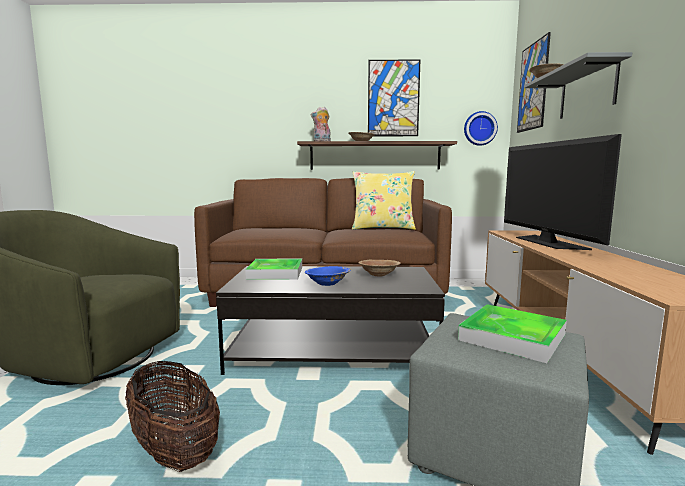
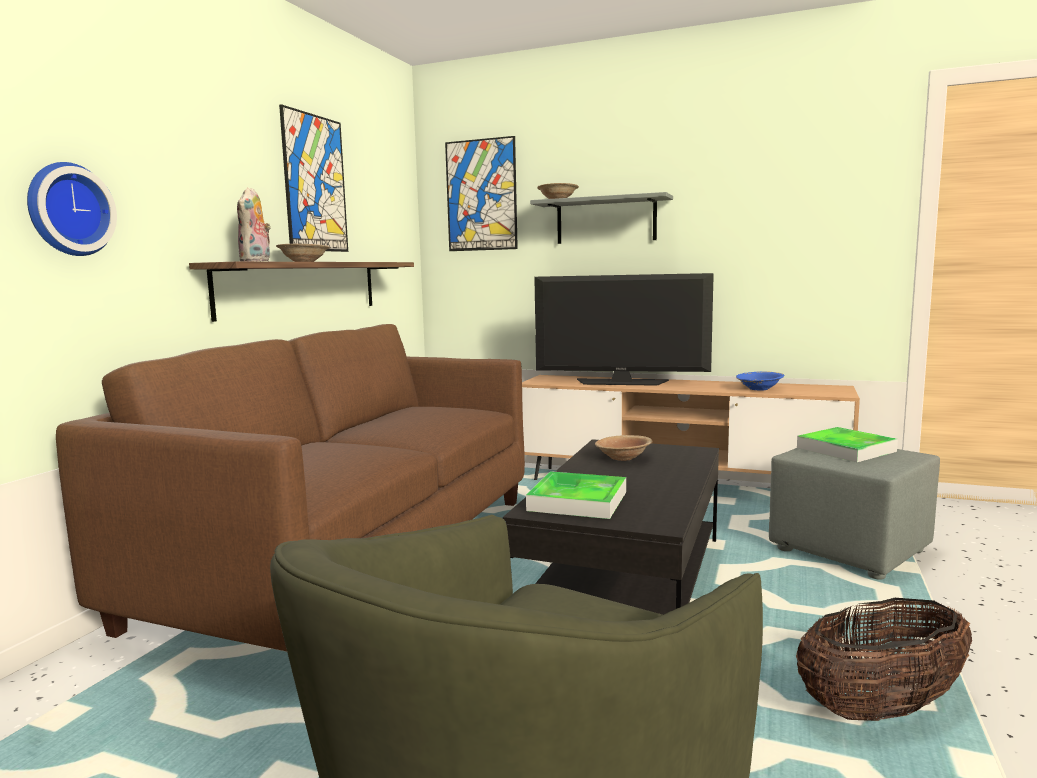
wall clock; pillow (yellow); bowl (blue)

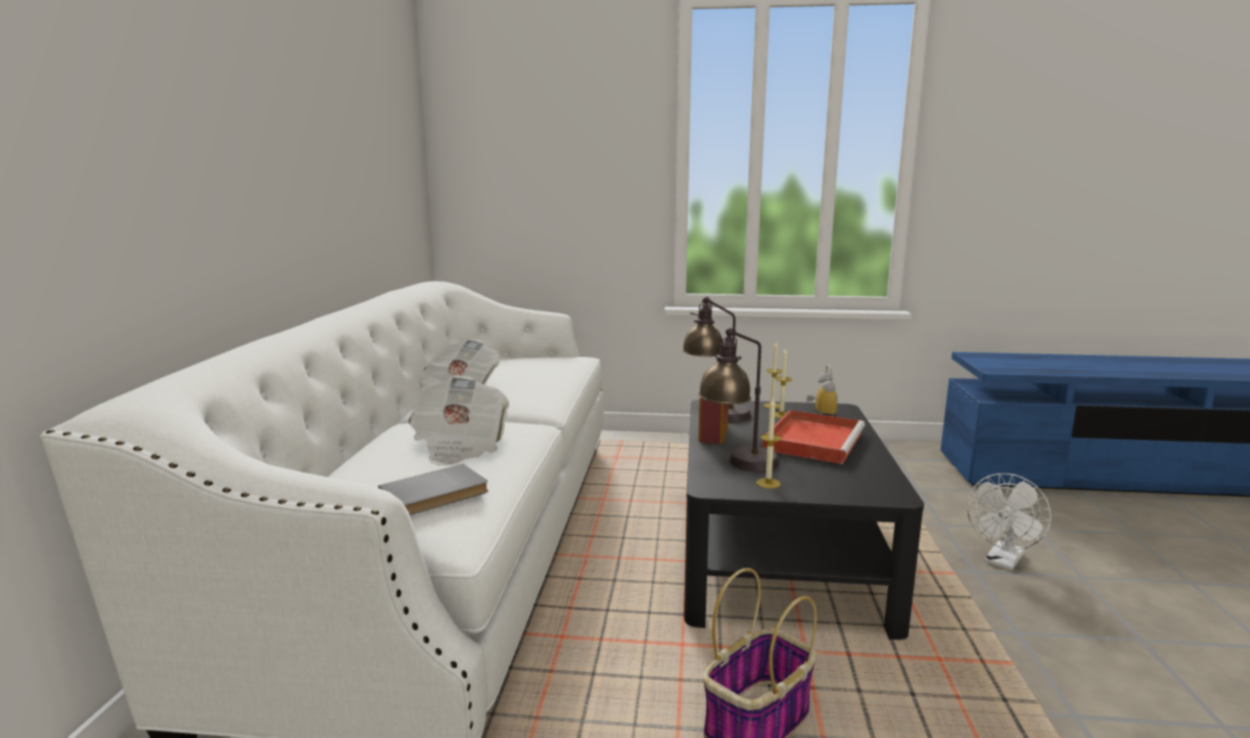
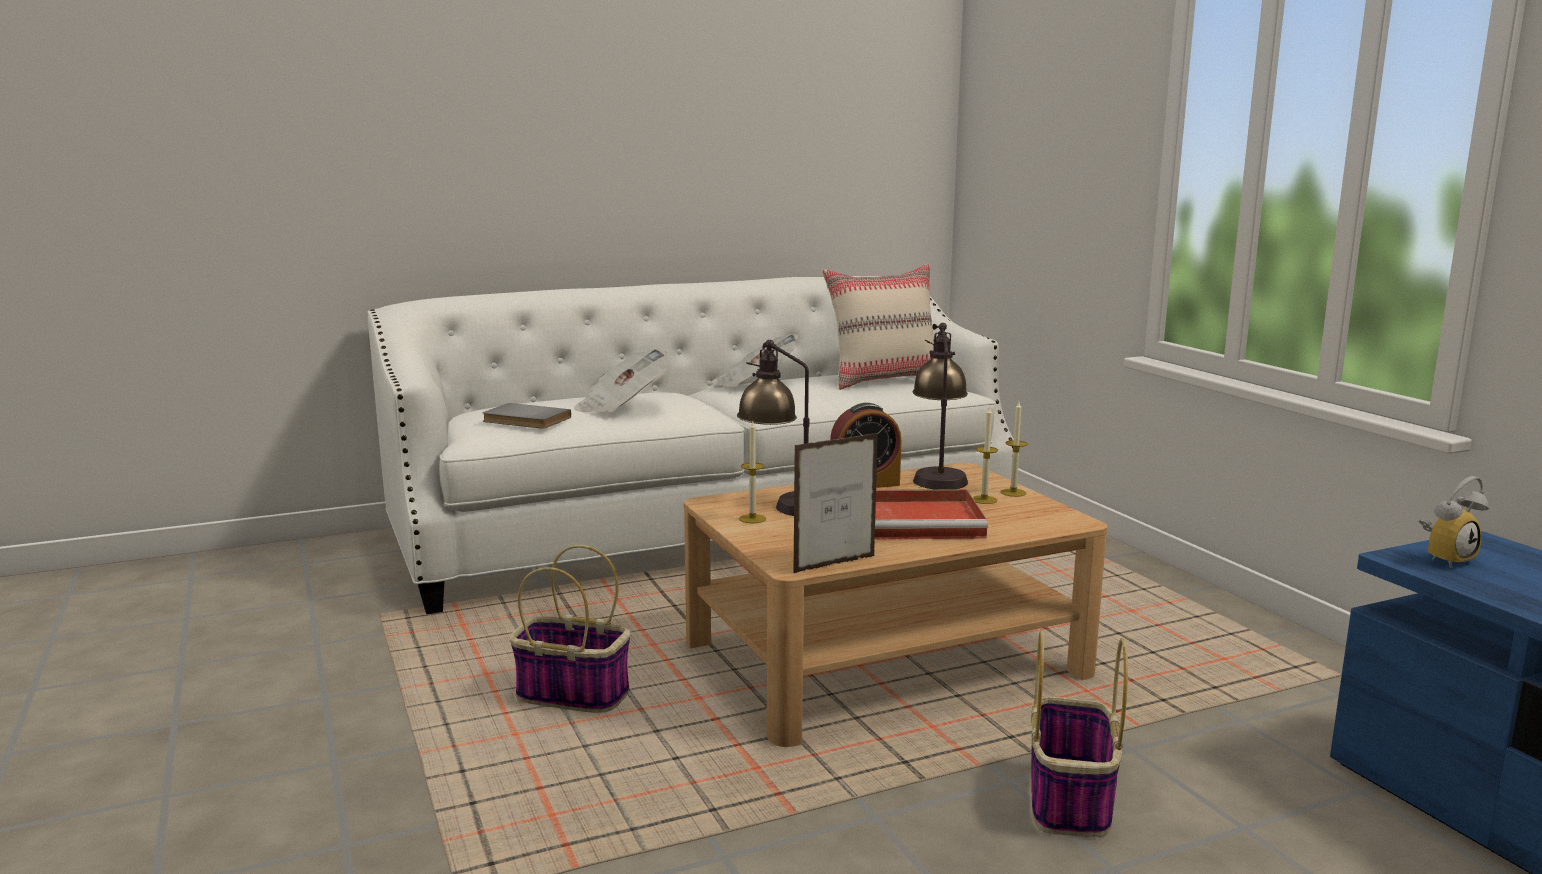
alarm clock (no. 2 from left); coffee table (beige); basket (no. 2 from left); pillow (beige); picture frame

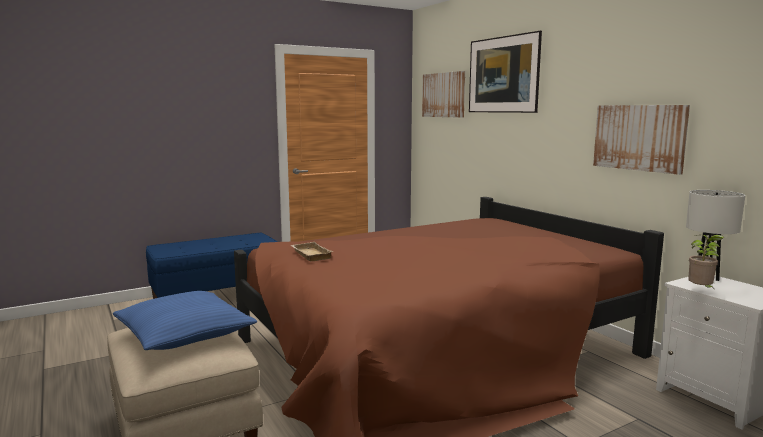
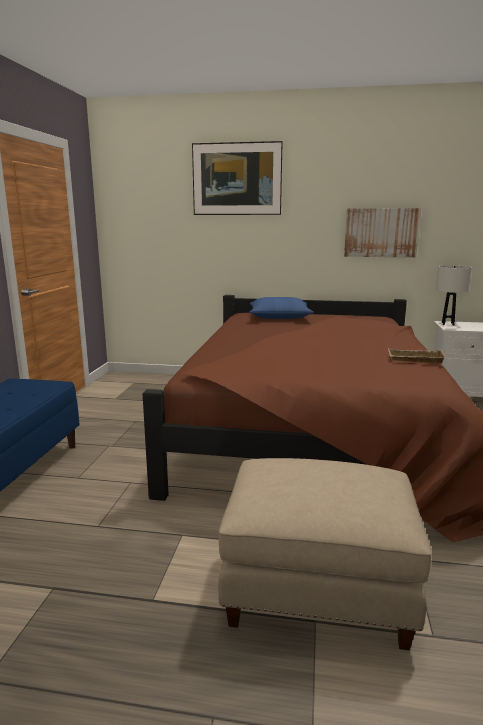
picture (no. 1 from left in the first image); potted plant; tray (beige); pillow (blue)

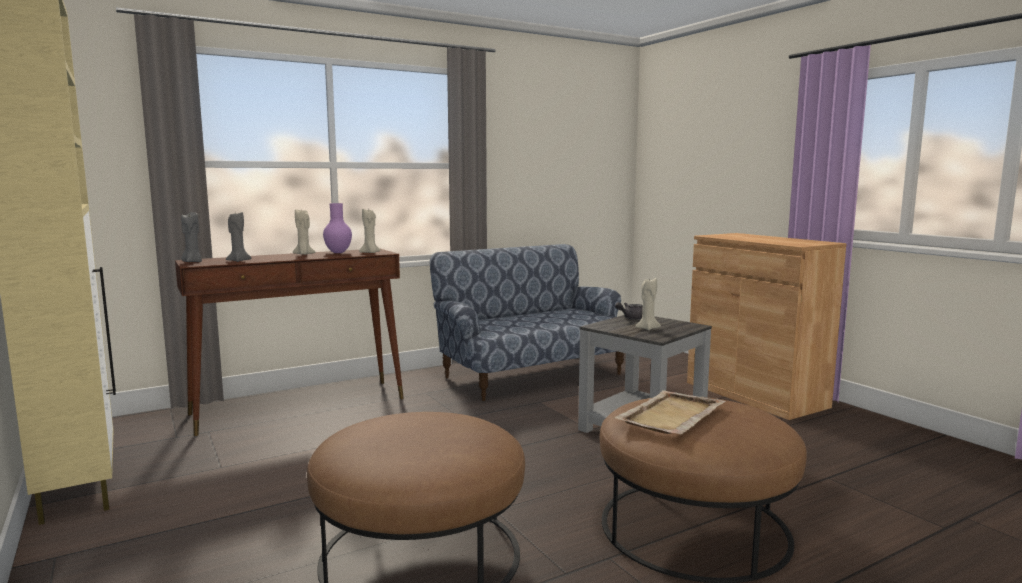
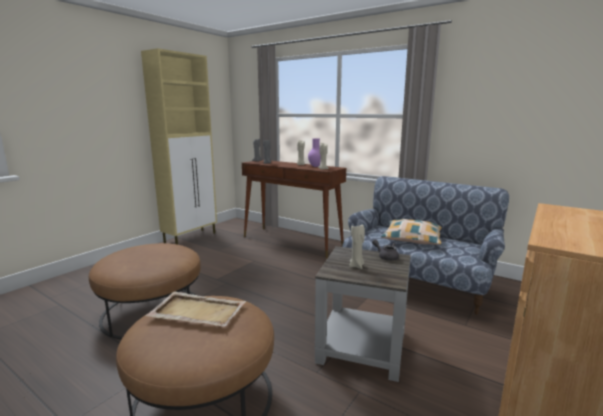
pillow

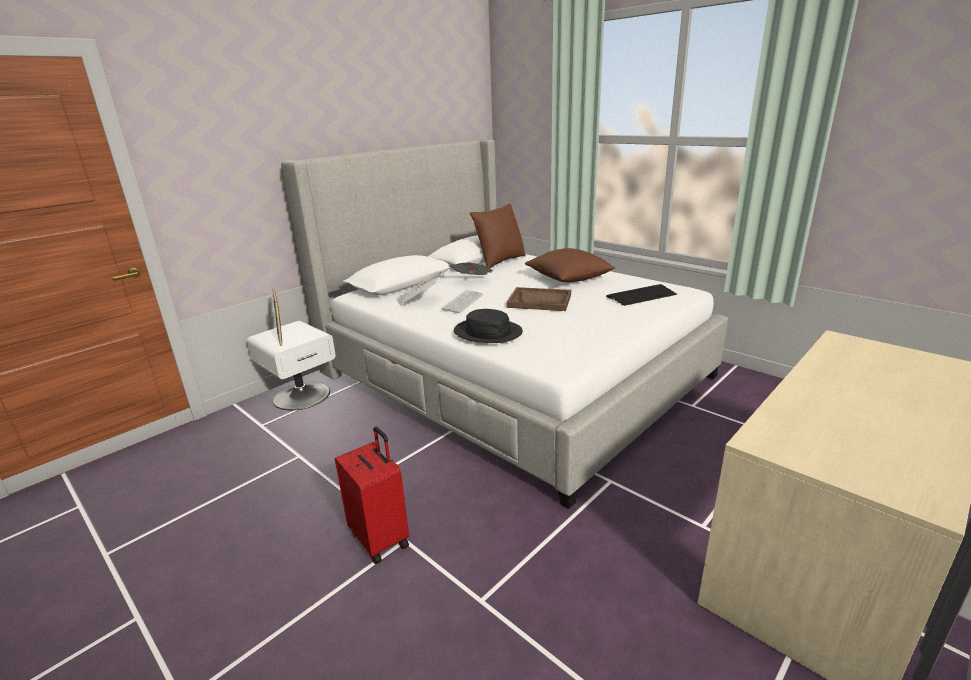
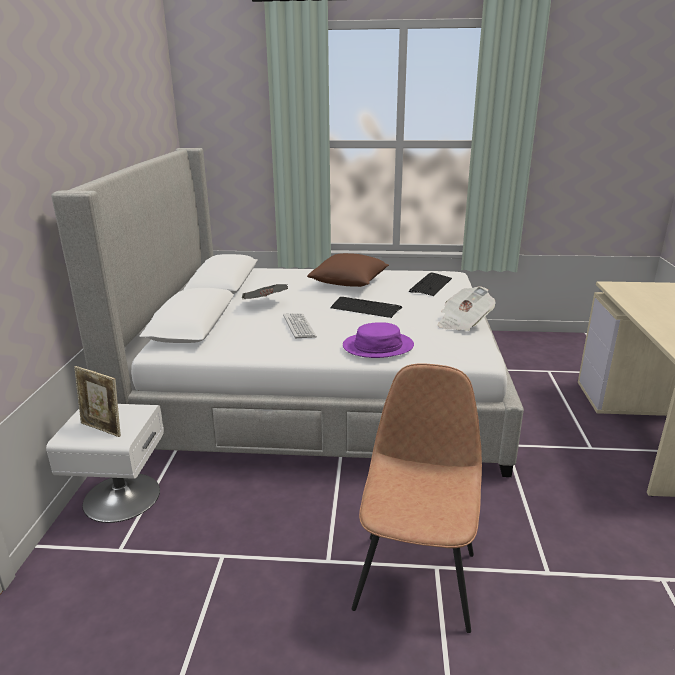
pillow (brown) (no. 1 from left in the first image); newspaper (no. 2 from left); keyboard (no. 2 from left); hat (purple); chair (brown)

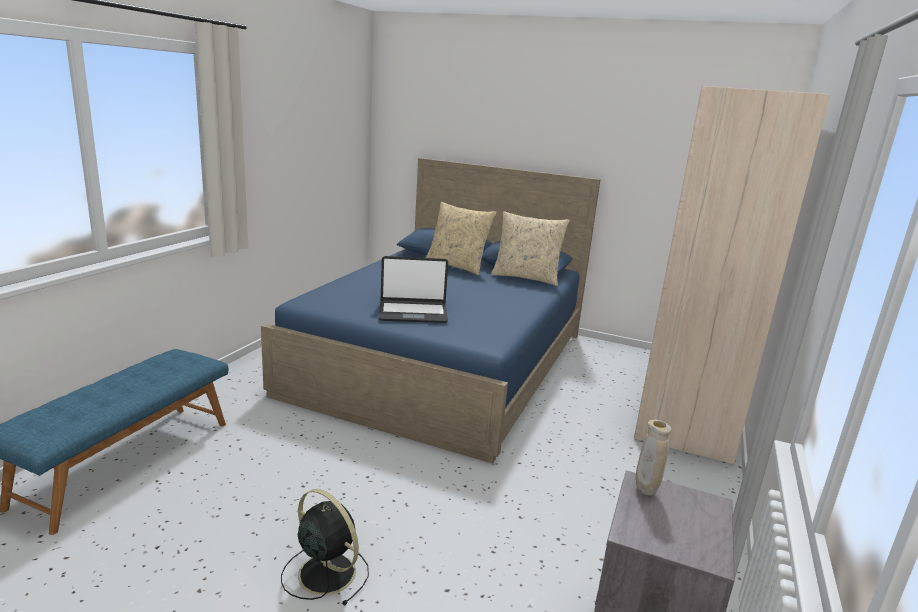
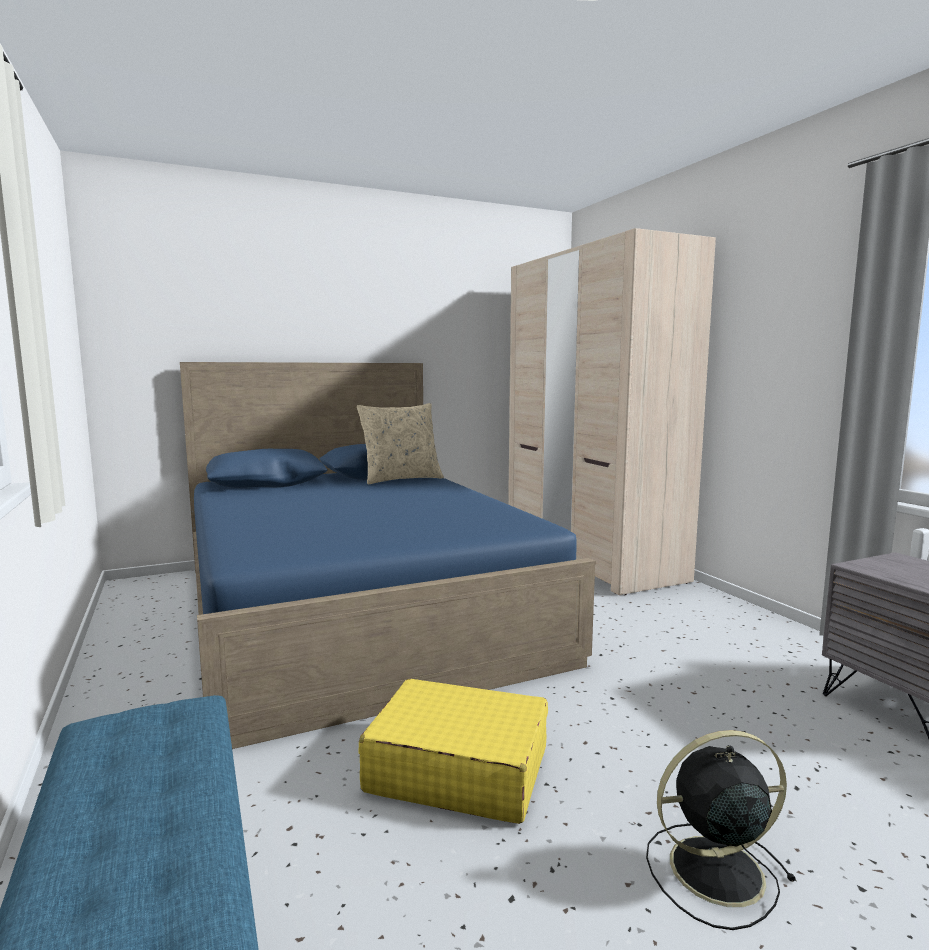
pillow (beige) (no. 1 from left in the first image); laptop; vase (beige); suitcase (yellow)

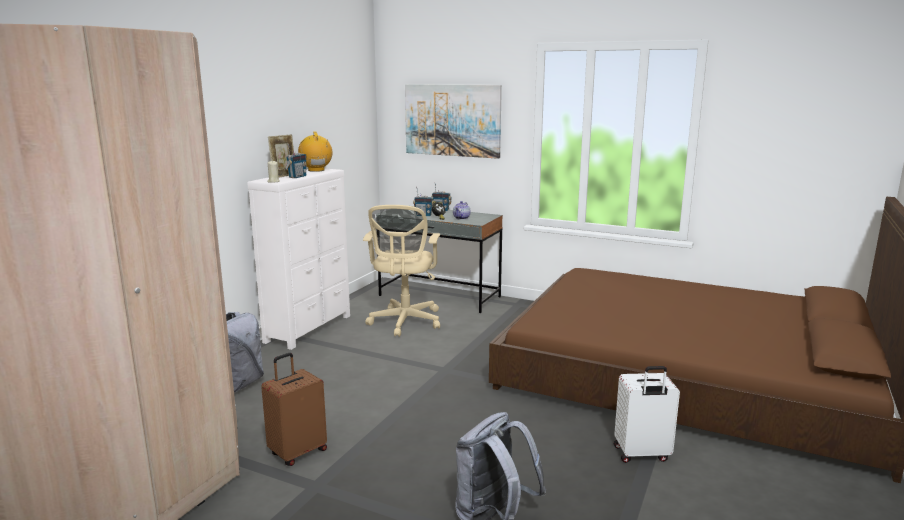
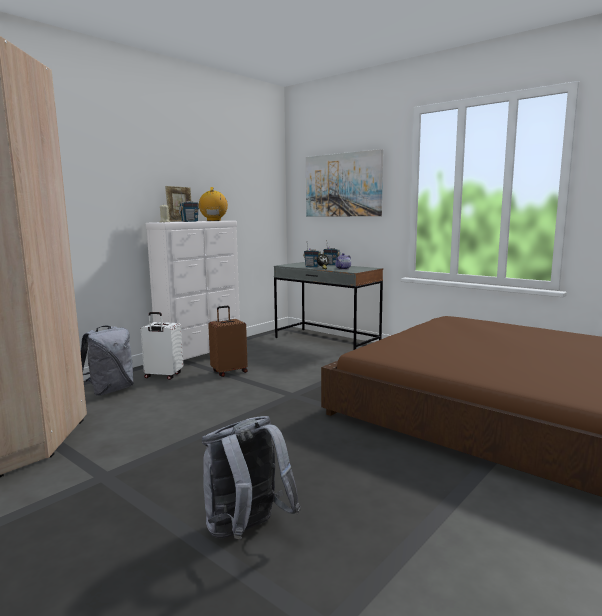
office chair (beige); suitcase (brown); suitcase (white)

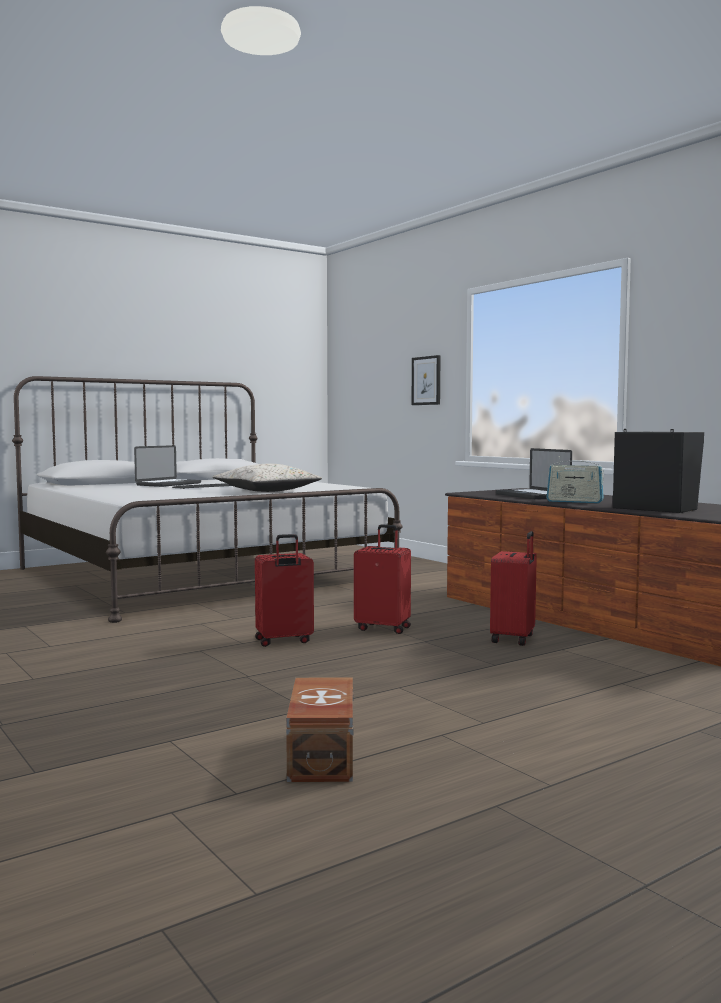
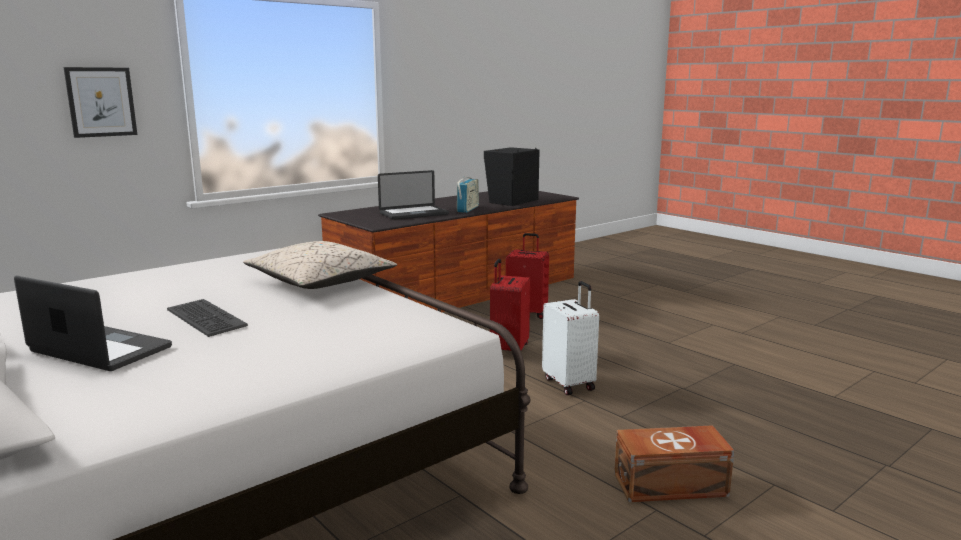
suitcase (white); storage box (brown)

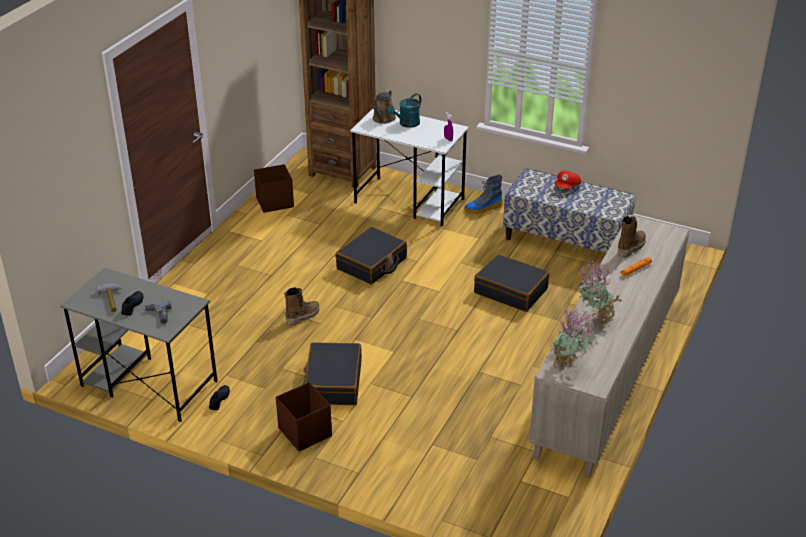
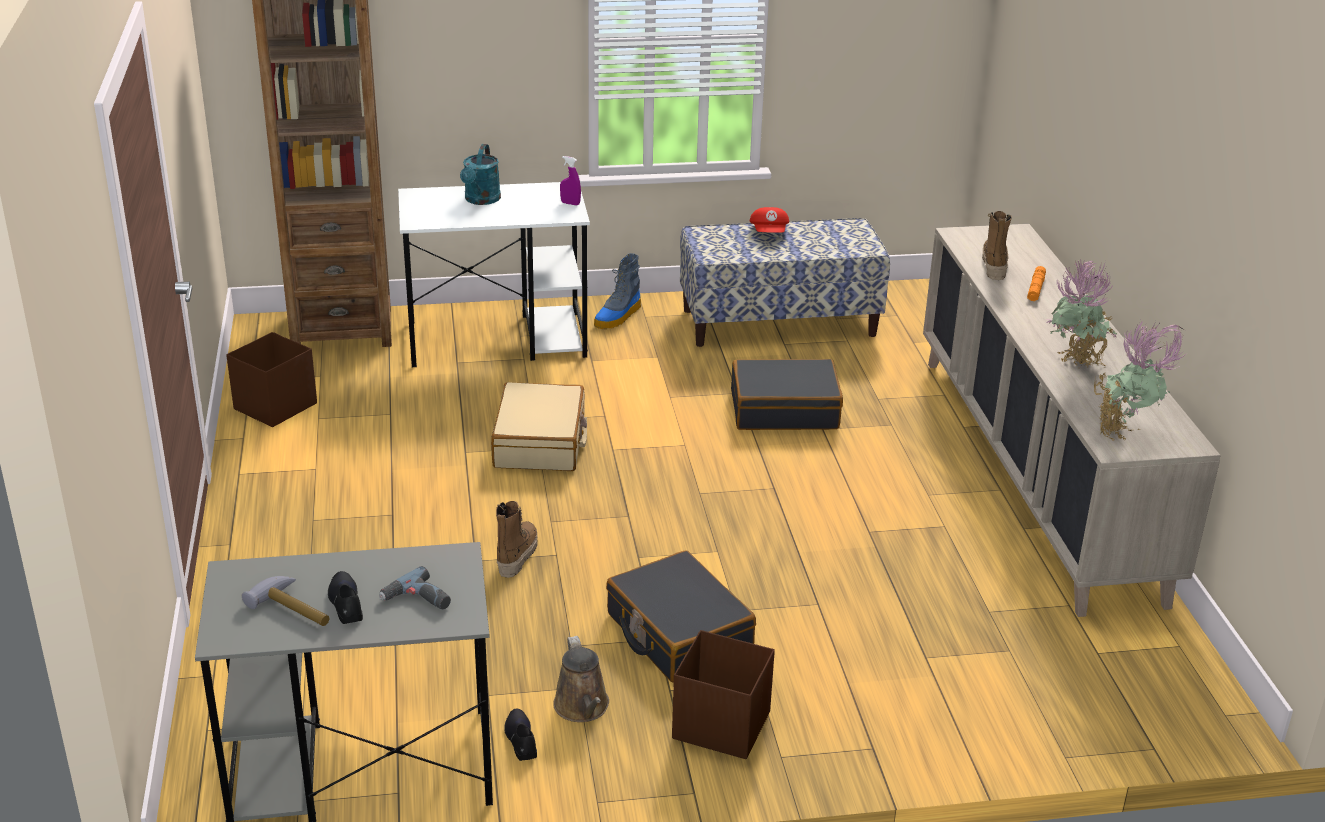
watering can (brown); suitcase (beige)

